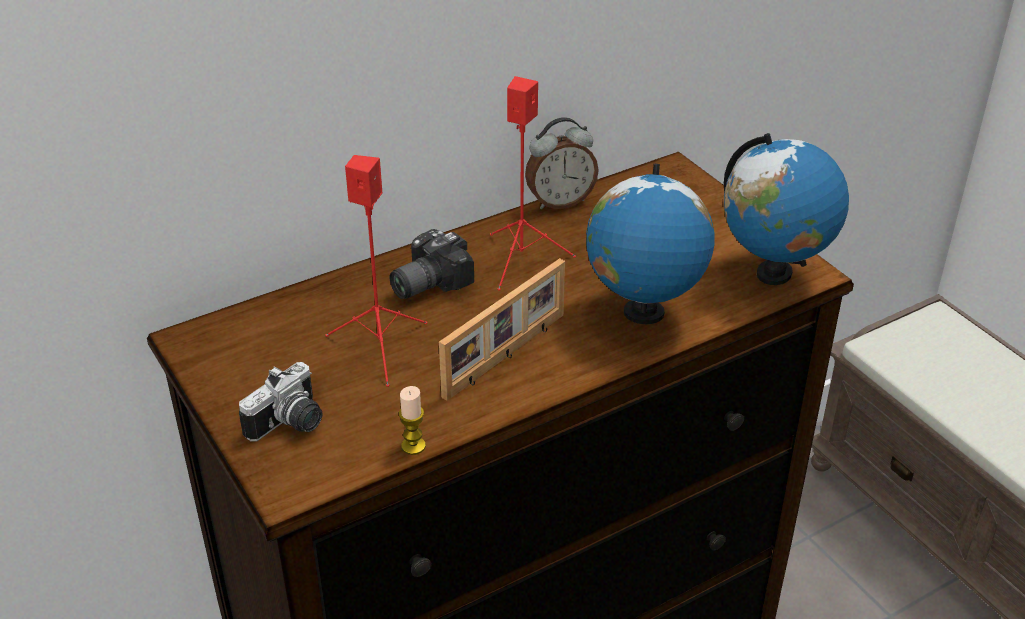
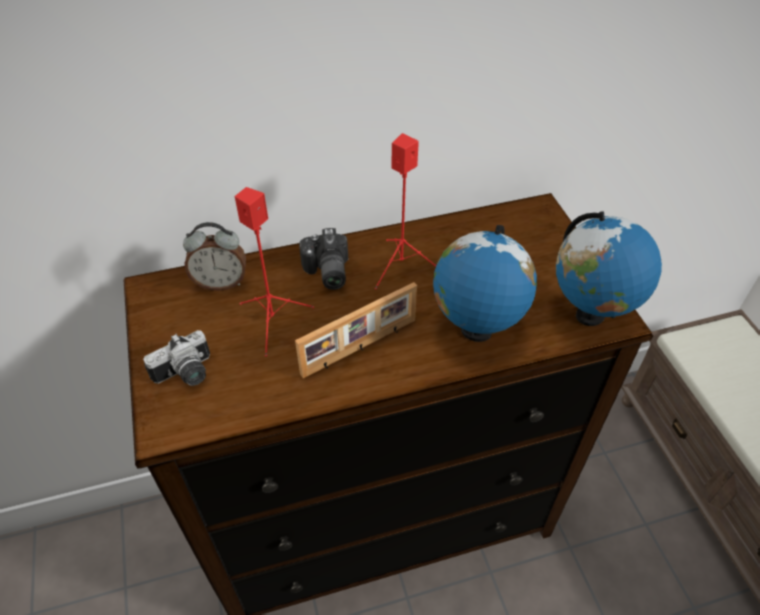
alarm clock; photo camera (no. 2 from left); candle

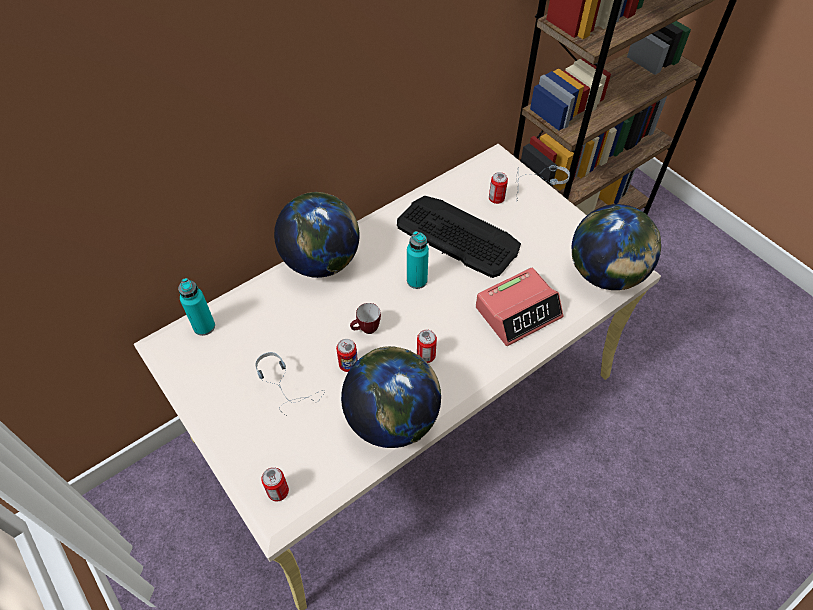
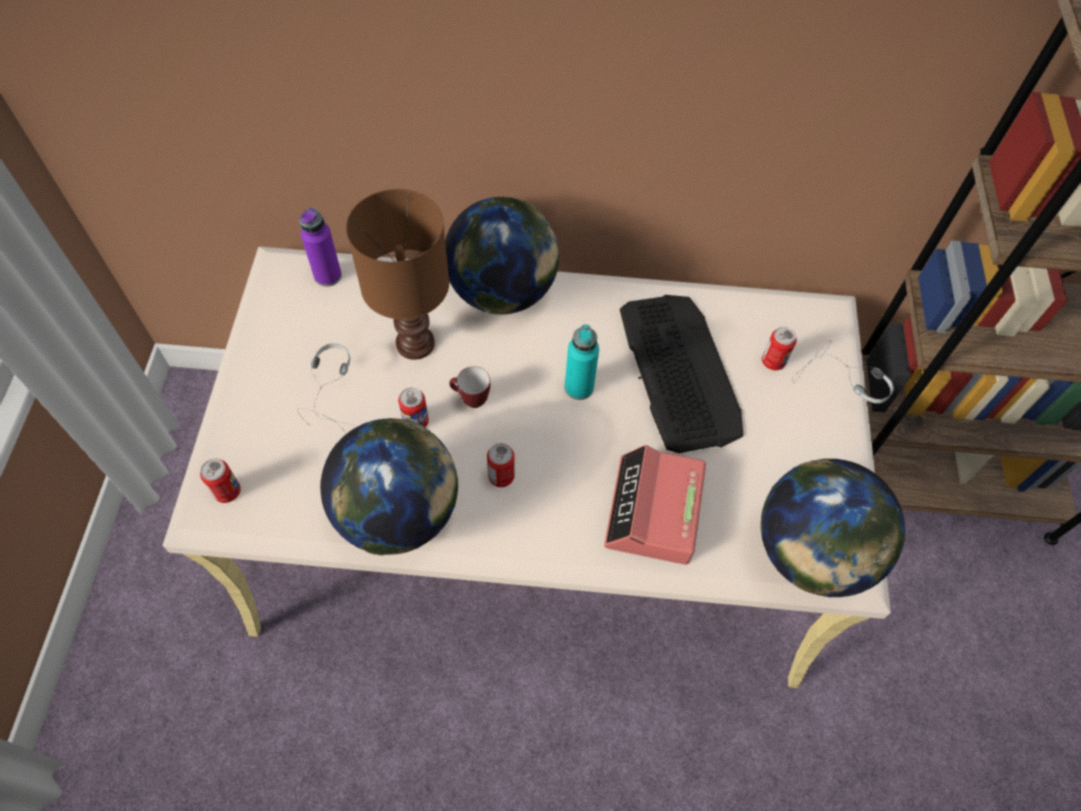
alarm clock; bottle (purple); table lamp (brown)

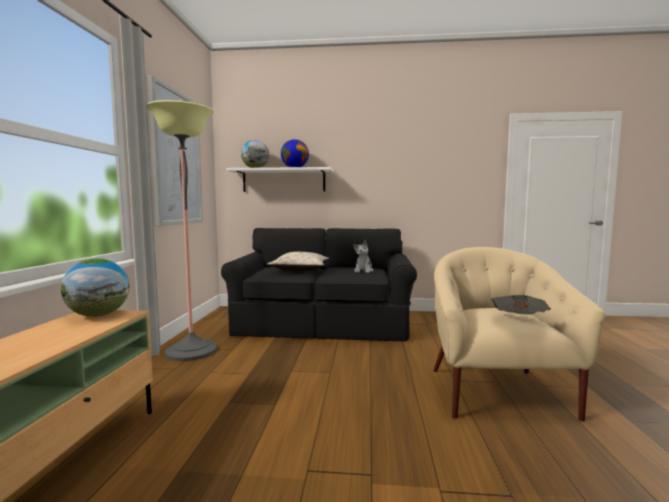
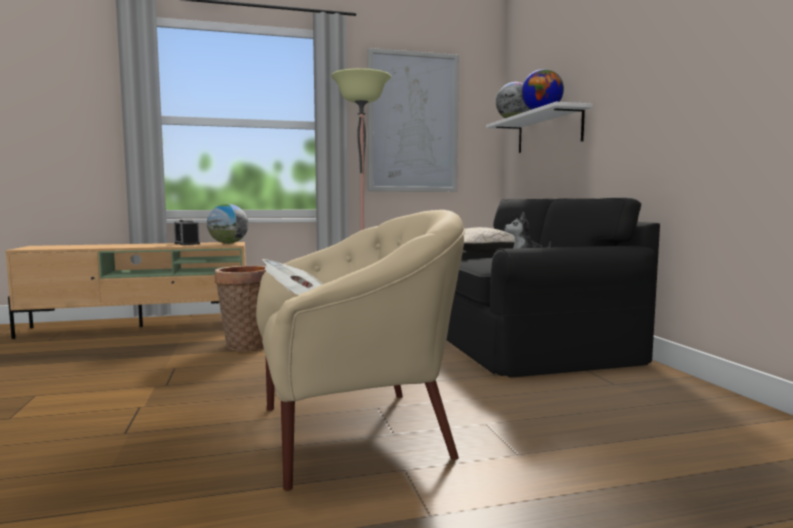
alarm clock; basket

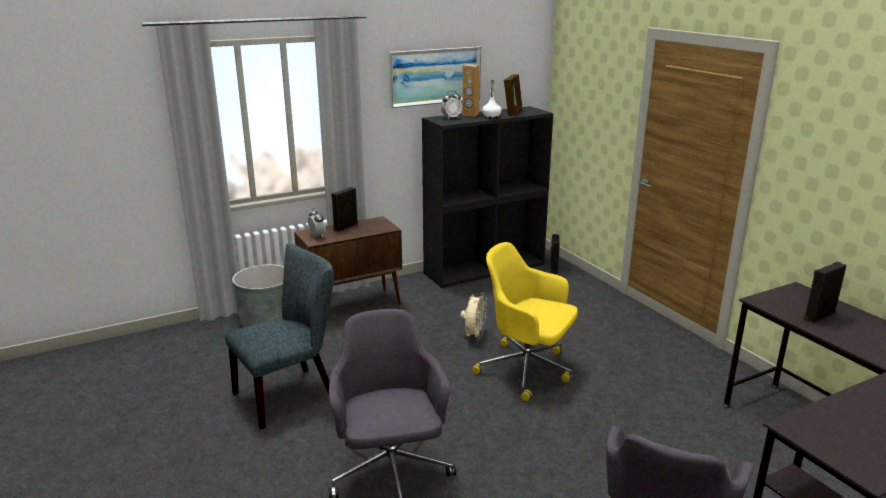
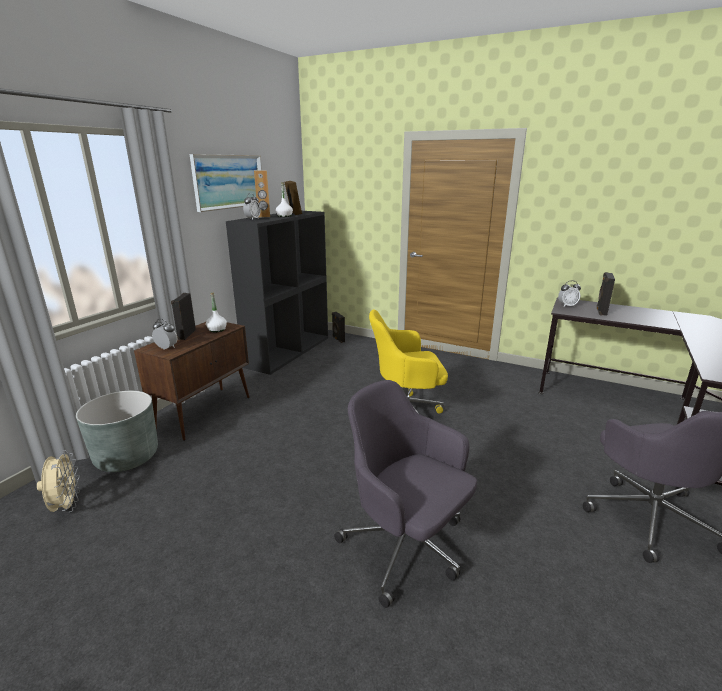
chair (grey); fan (beige); alarm clock (no. 3 from left); bottle (white) (no. 1 from left)

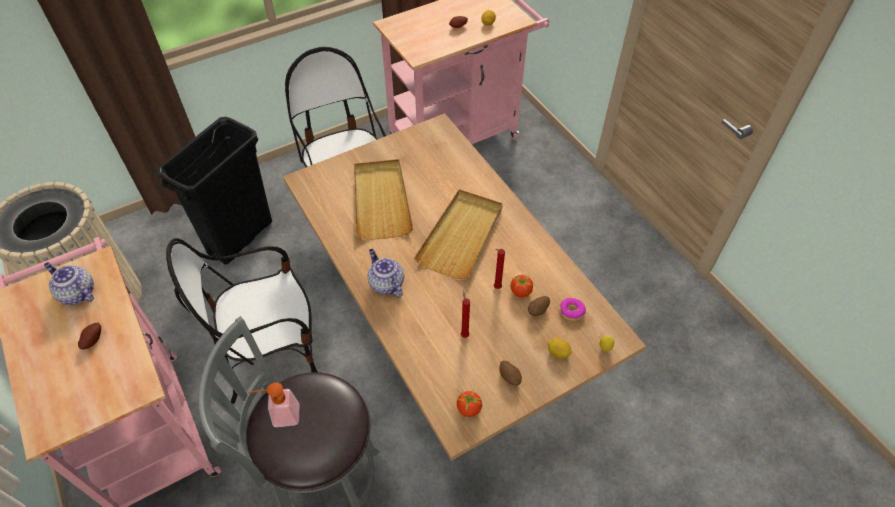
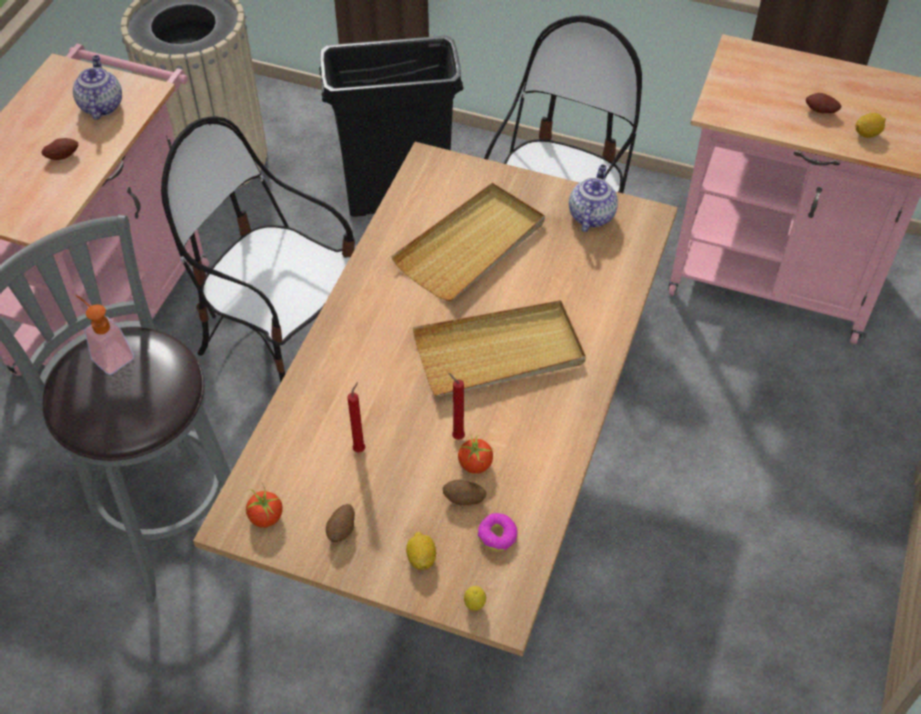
teapot (no. 2 from left)

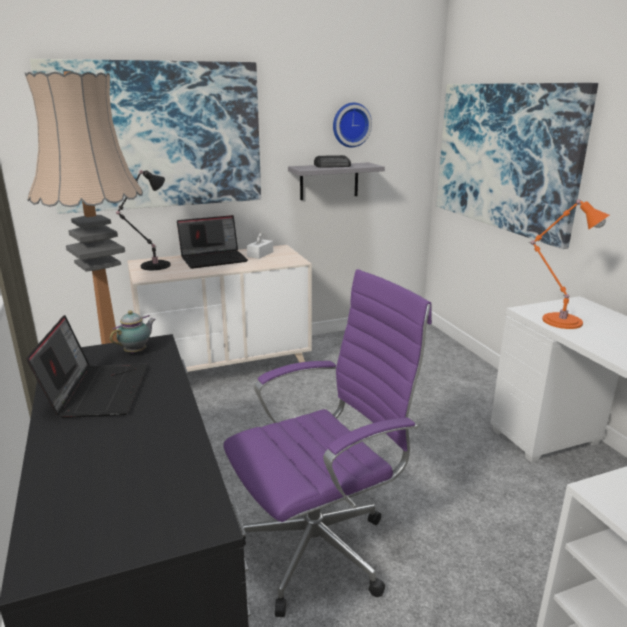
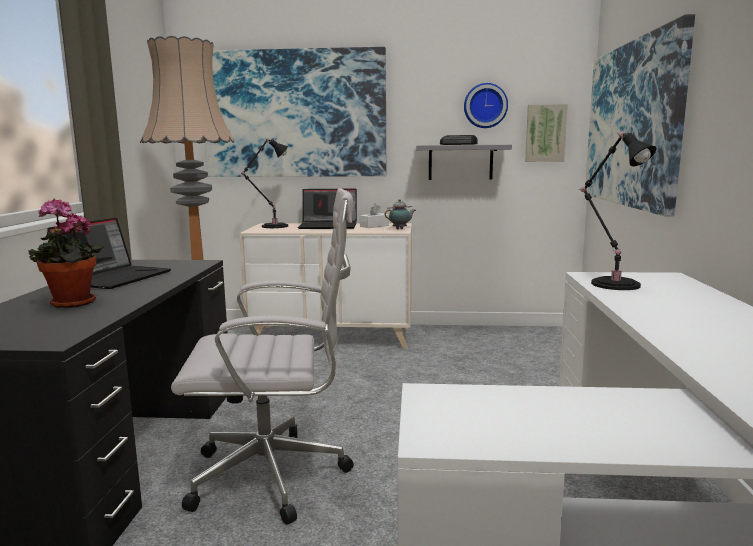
table lamp (black) (no. 2 from left); office chair (white); teapot; picture (no. 2 from left); potted plant

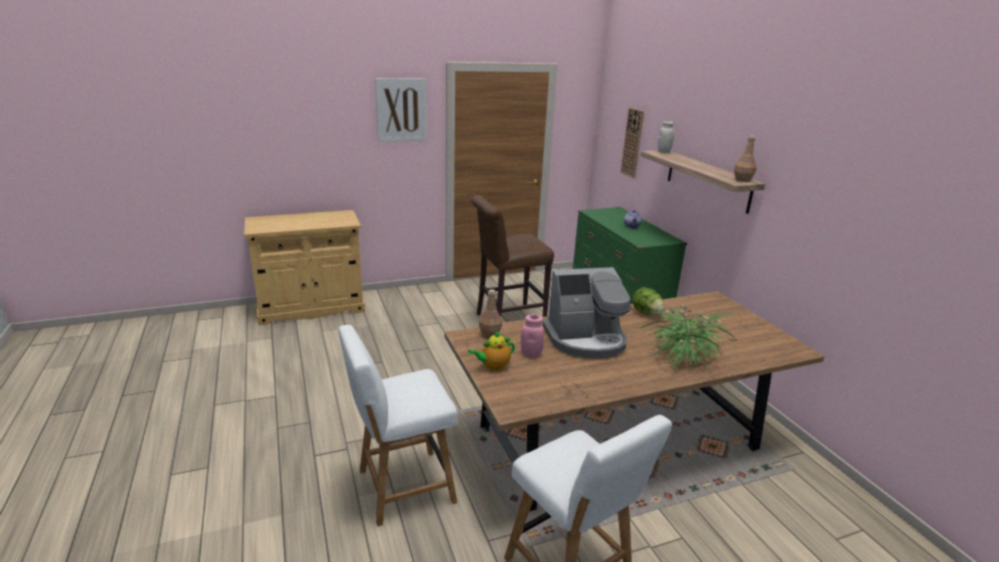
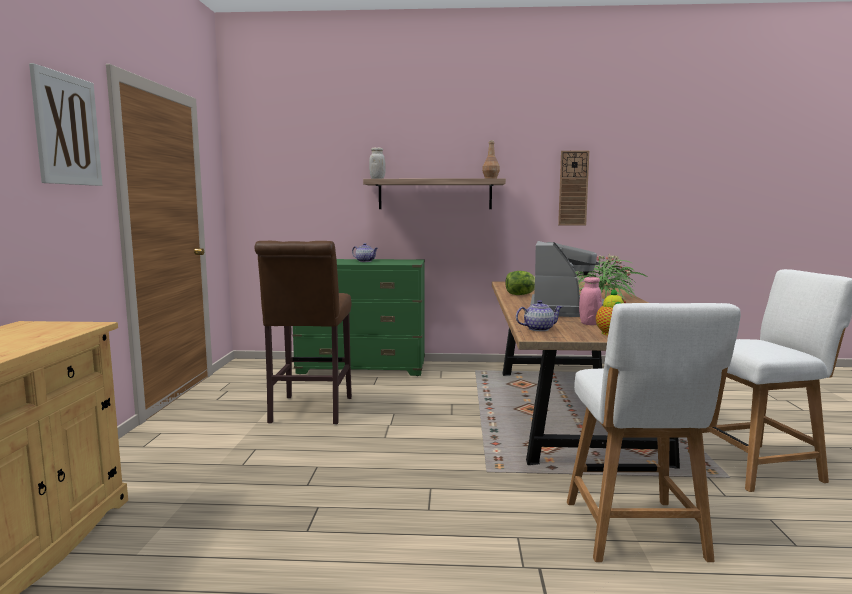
wall clock; teapot (no. 2 from left)

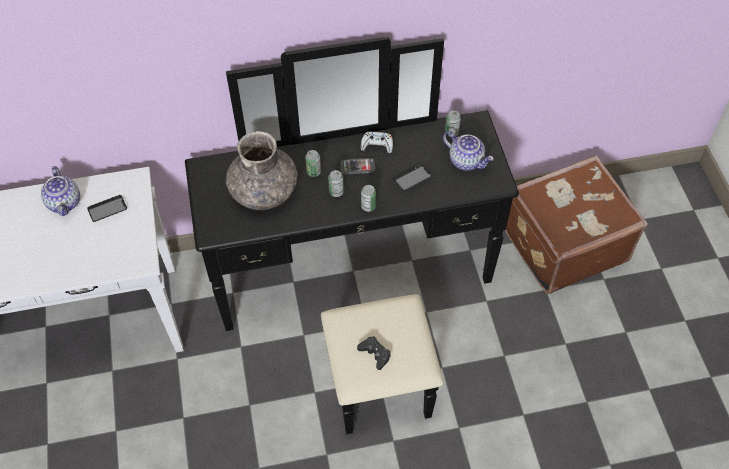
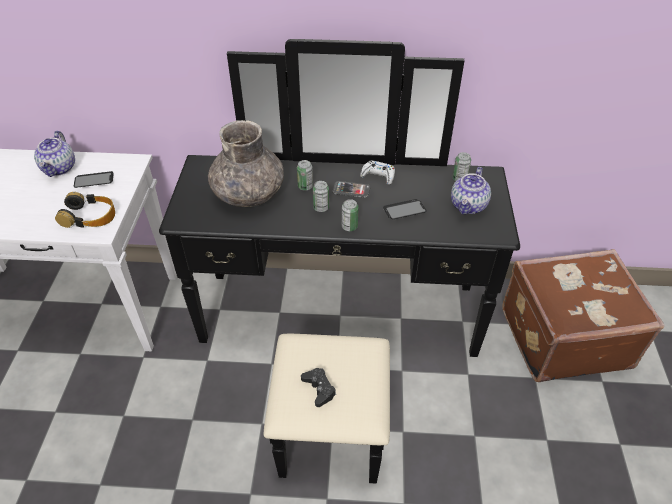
teapot (no. 2 from left); headphones

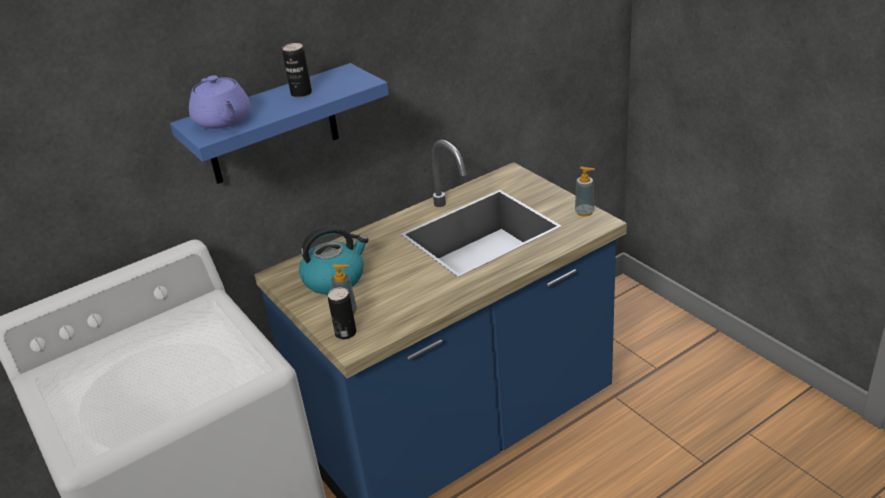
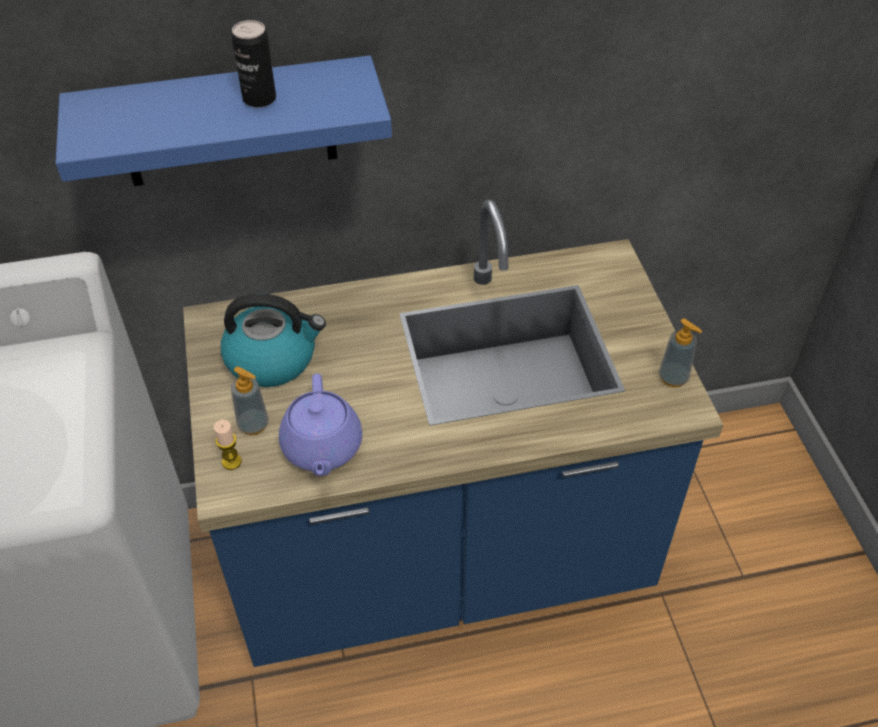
teapot (purple); candle

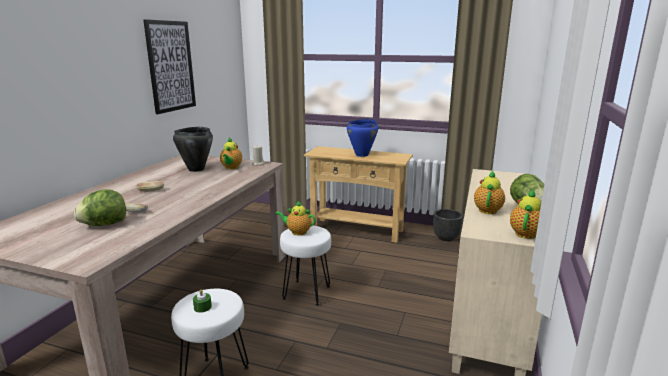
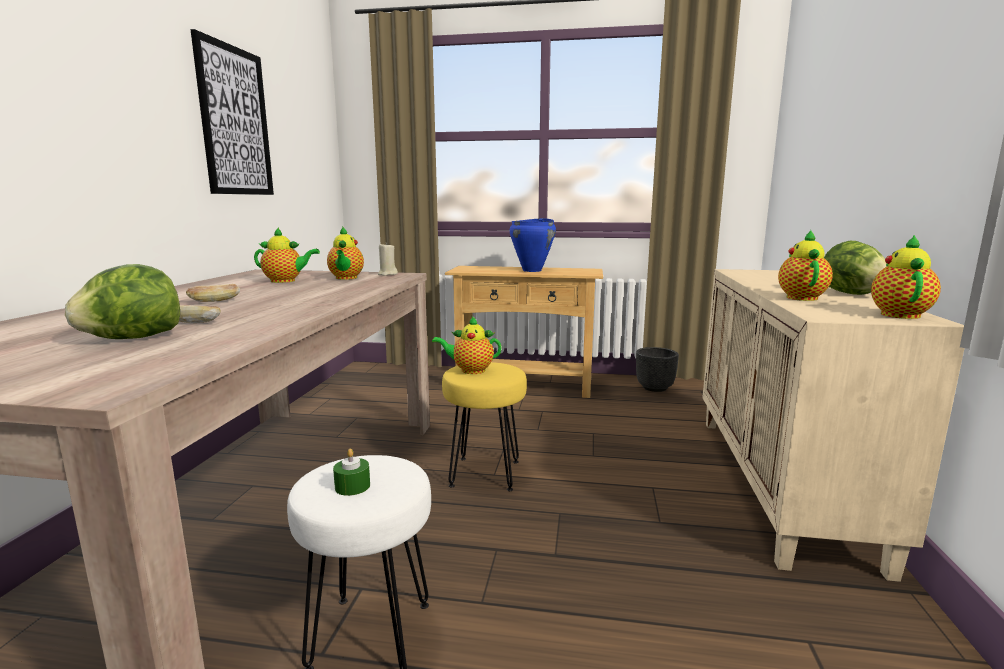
teapot (no. 1 from left); stool (yellow)

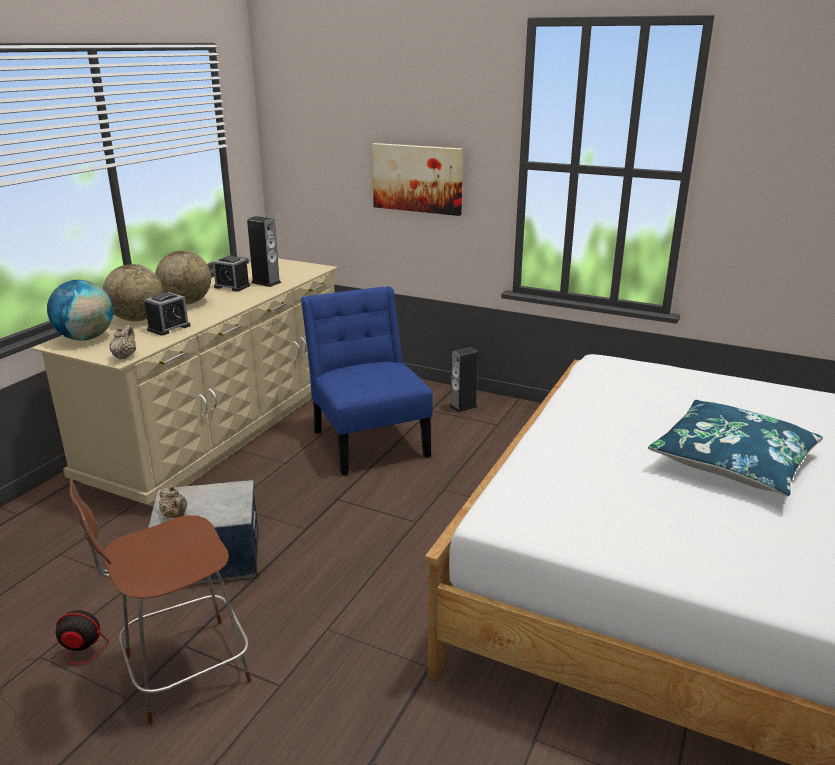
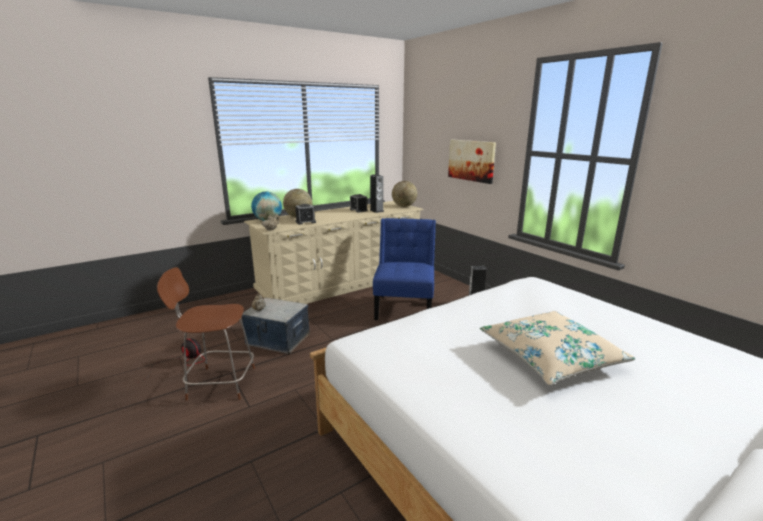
globe (no. 3 from left); pillow (beige)

